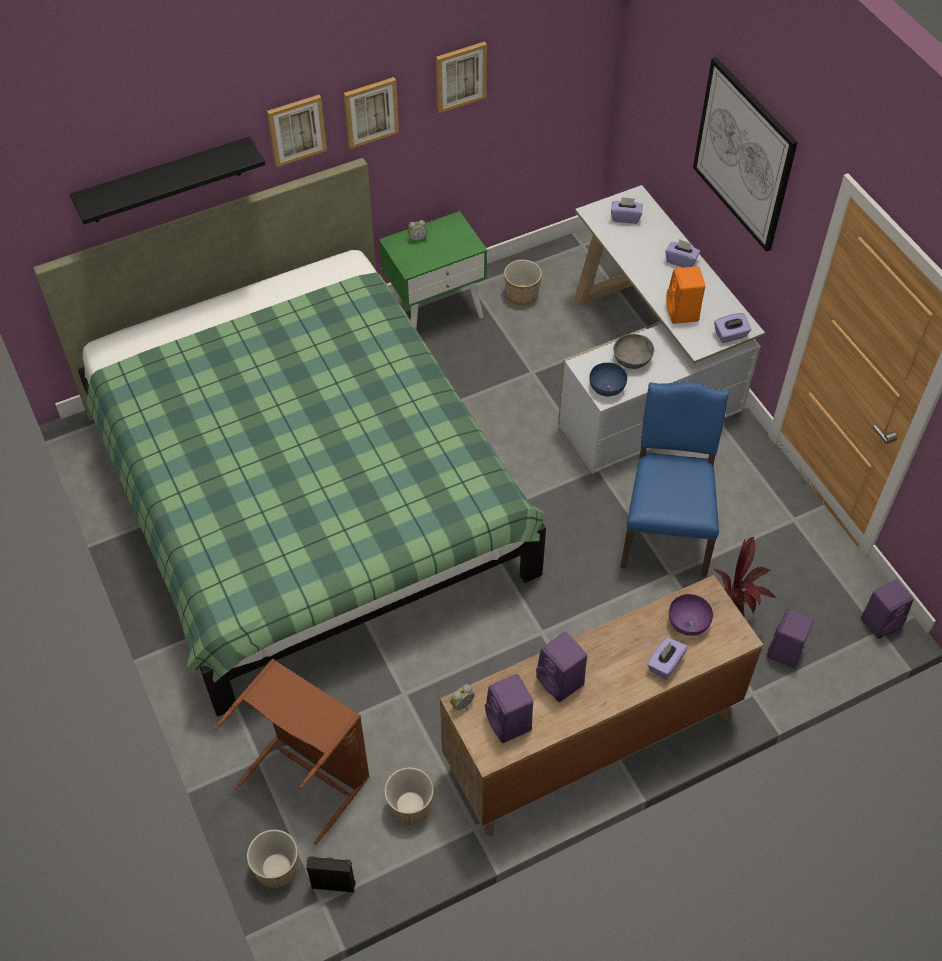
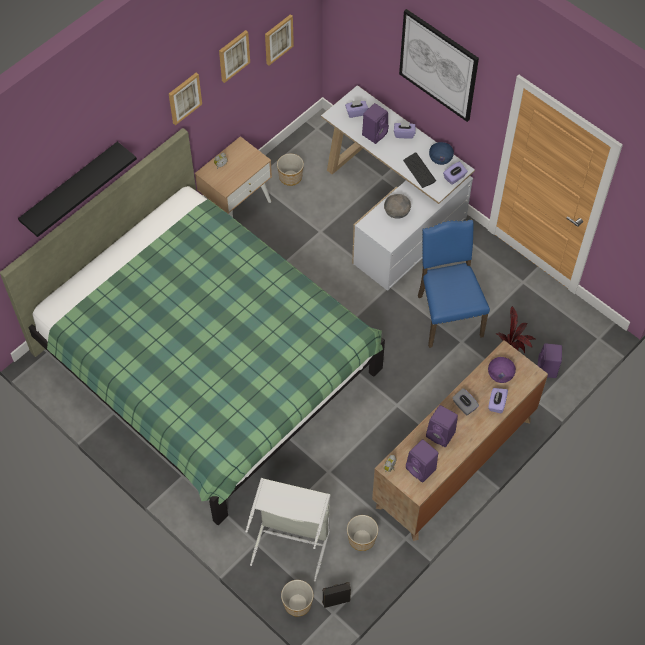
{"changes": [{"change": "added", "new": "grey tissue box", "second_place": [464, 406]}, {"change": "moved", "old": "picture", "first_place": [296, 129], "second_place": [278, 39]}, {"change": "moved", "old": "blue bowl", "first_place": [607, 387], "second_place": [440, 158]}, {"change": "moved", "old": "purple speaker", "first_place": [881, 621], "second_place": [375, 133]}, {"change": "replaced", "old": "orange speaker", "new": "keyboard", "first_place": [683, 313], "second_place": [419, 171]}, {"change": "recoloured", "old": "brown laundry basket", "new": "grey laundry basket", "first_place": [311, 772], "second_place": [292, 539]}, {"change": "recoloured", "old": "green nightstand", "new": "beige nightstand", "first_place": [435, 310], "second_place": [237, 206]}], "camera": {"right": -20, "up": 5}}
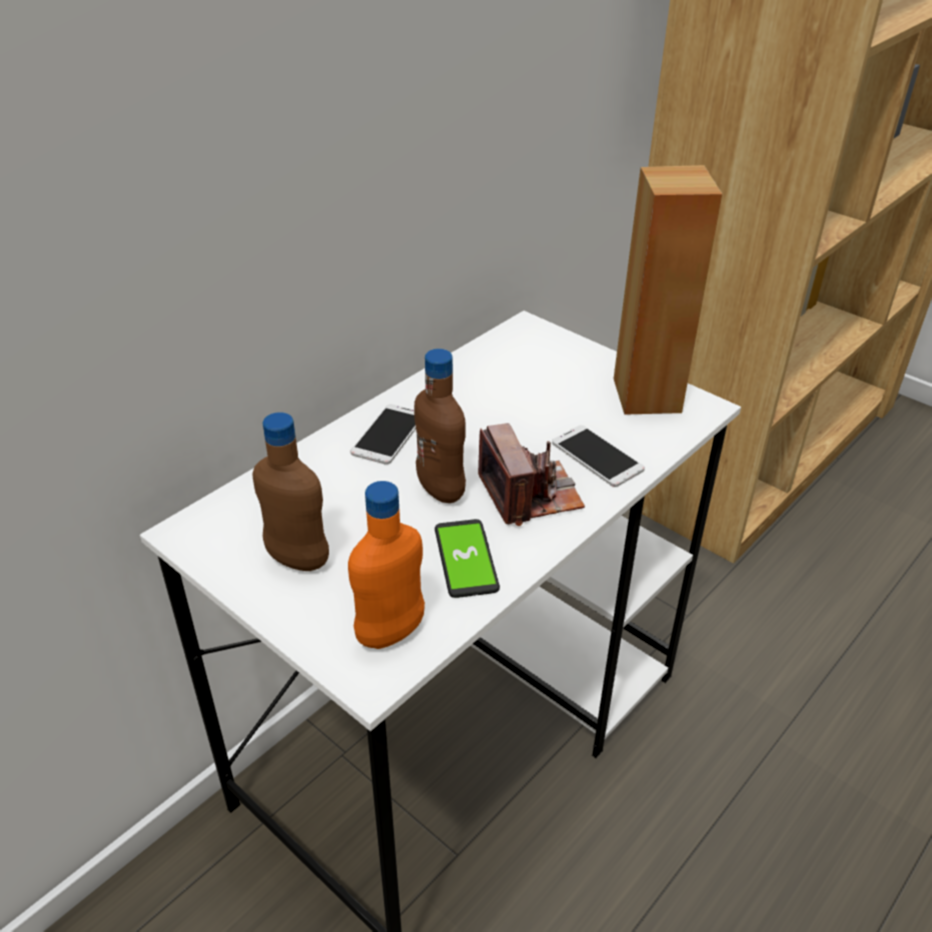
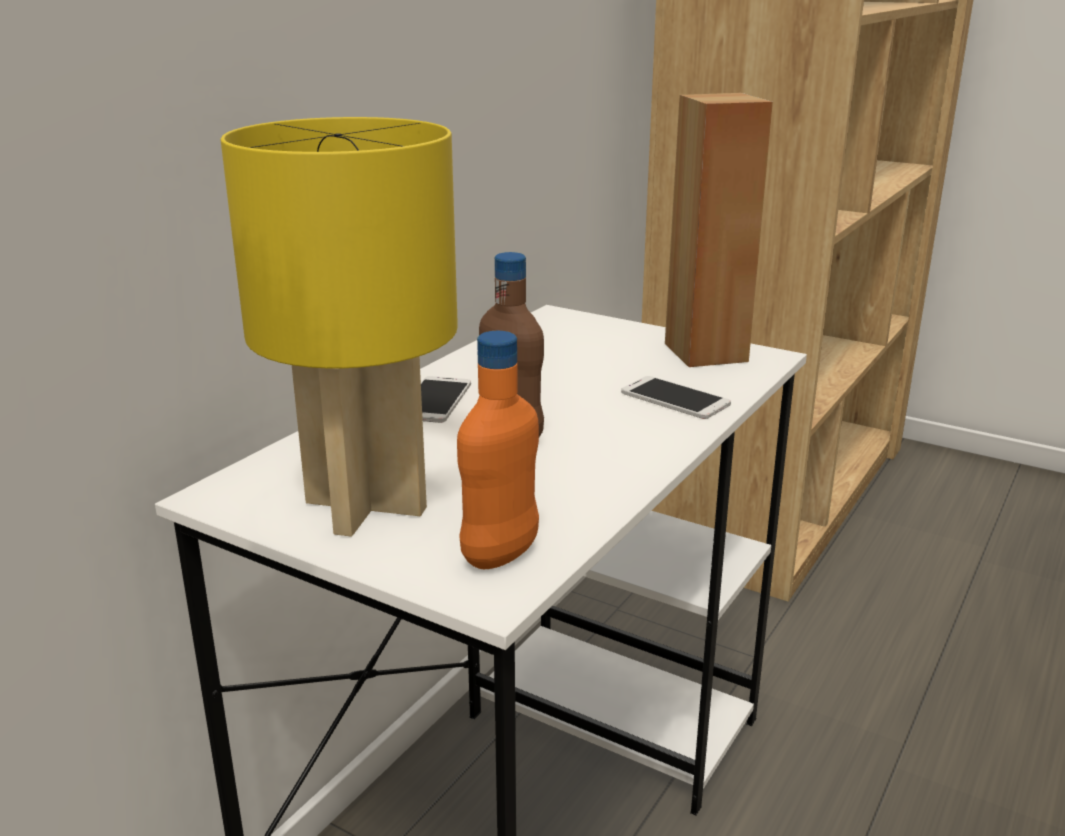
{"changes": [{"change": "removed", "old": "phone", "first_place": [466, 559]}, {"change": "removed", "old": "photo camera", "first_place": [530, 494]}, {"change": "replaced", "old": "brown bottle", "new": "yellow table lamp", "first_place": [297, 559], "second_place": [363, 505]}], "camera": {"right": -10, "up": -15}}
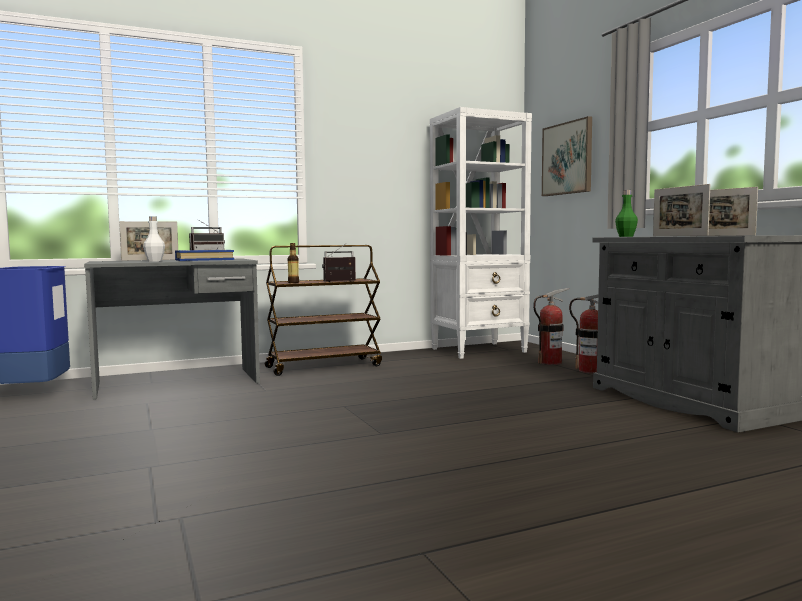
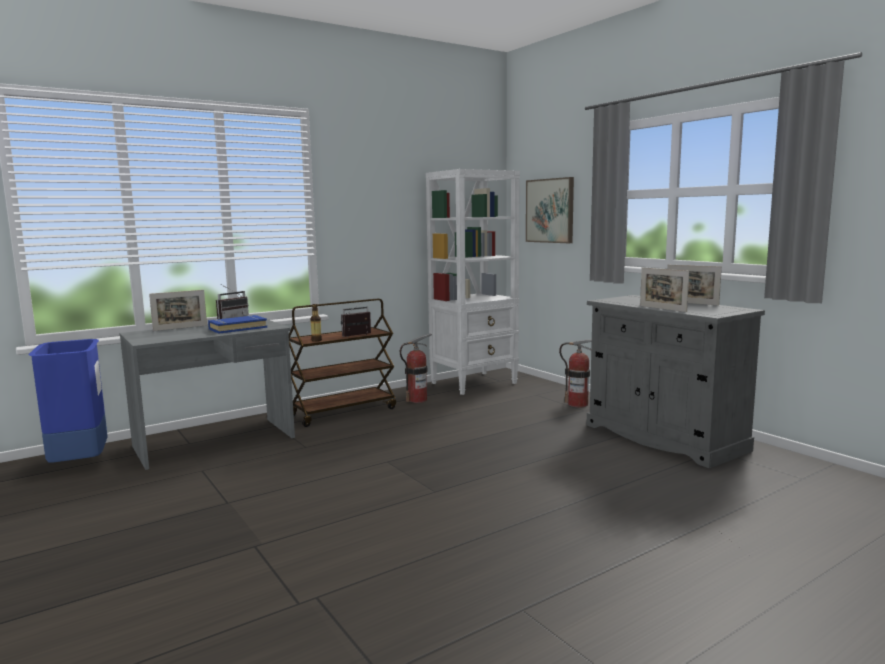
{"changes": [{"change": "removed", "old": "white bottle", "first_place": [154, 261]}, {"change": "removed", "old": "green bottle", "first_place": [626, 236]}, {"change": "moved", "old": "fire extinguisher", "first_place": [550, 362], "second_place": [417, 400]}], "camera": {"right": -10, "up": 5}}
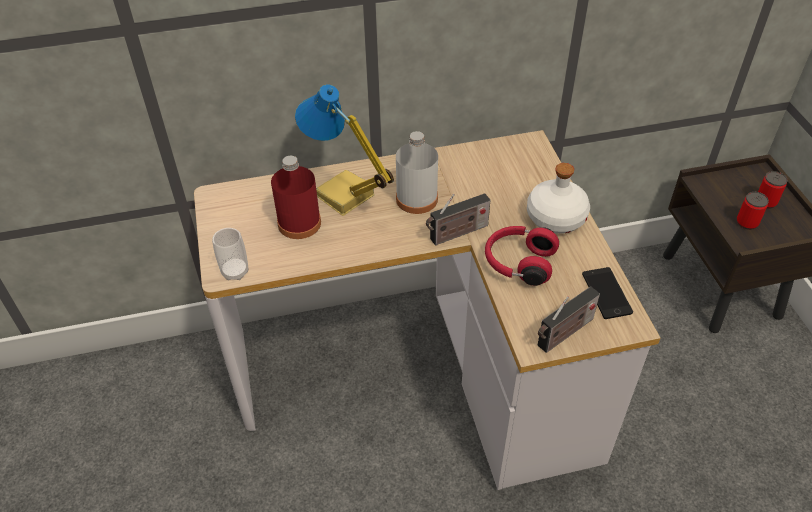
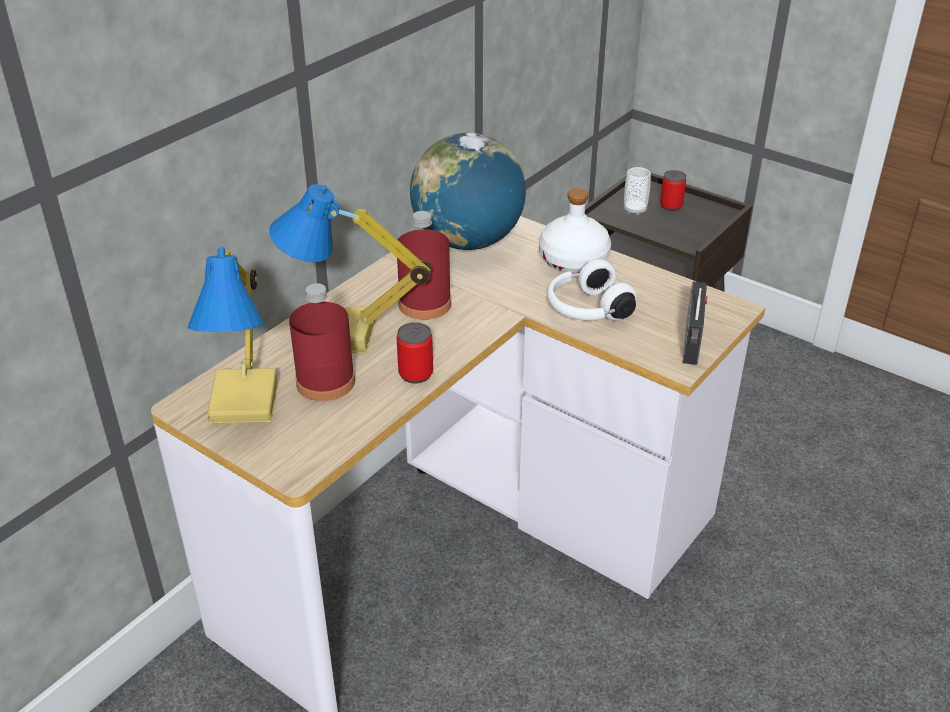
{"changes": [{"change": "removed", "old": "radio", "first_place": [456, 234]}, {"change": "removed", "old": "phone", "first_place": [606, 293]}, {"change": "added", "new": "table lamp", "second_place": [247, 401]}, {"change": "added", "new": "globe", "second_place": [468, 242]}, {"change": "moved", "old": "cup", "first_place": [235, 271], "second_place": [635, 210]}, {"change": "moved", "old": "can", "first_place": [747, 222], "second_place": [415, 374]}, {"change": "recoloured", "old": "white bottle", "new": "red bottle", "first_place": [416, 199], "second_place": [425, 304]}, {"change": "recoloured", "old": "red headphones", "new": "white headphones", "first_place": [518, 263], "second_place": [586, 310]}], "camera": {"right": -40, "up": -10}}
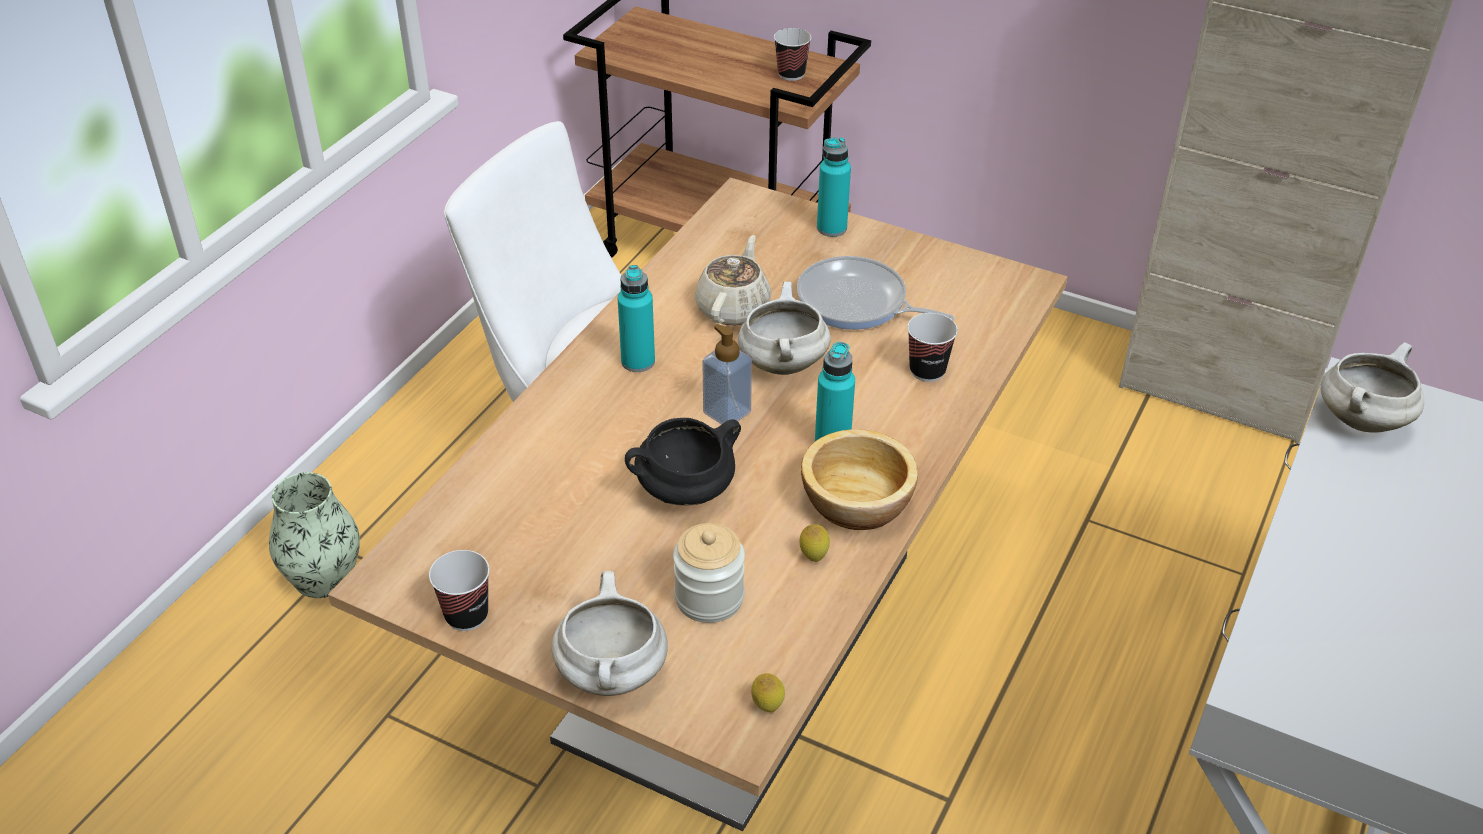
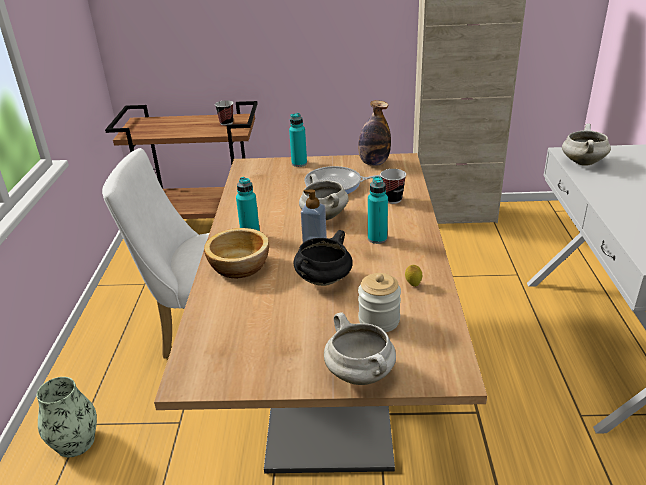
{"changes": [{"change": "removed", "old": "cup", "first_place": [466, 615]}, {"change": "removed", "old": "beige teapot", "first_place": [734, 308]}, {"change": "removed", "old": "lemon", "first_place": [767, 707]}, {"change": "added", "new": "bottle", "second_place": [374, 163]}, {"change": "moved", "old": "bowl", "first_place": [859, 503], "second_place": [240, 266]}], "camera": {"right": -25, "up": -10}}
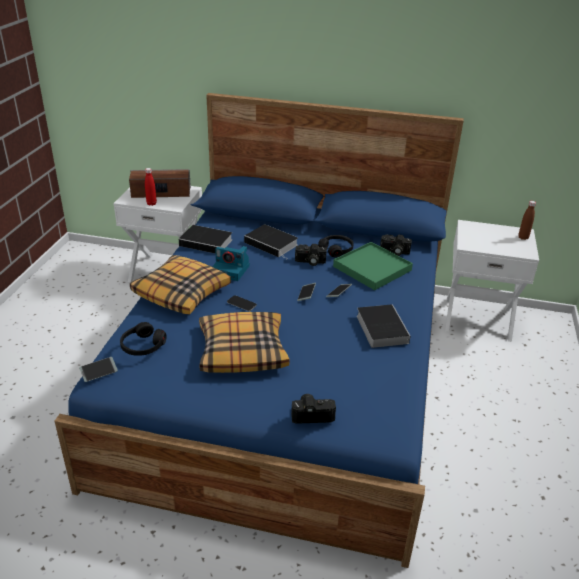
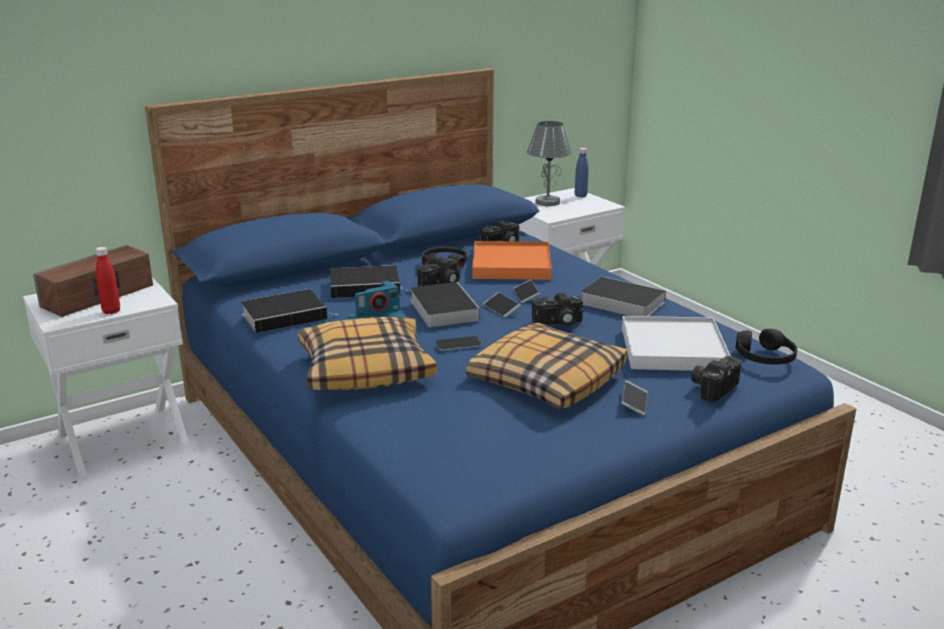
{"changes": [{"change": "added", "new": "book", "second_place": [442, 309]}, {"change": "added", "new": "grey table lamp", "second_place": [548, 202]}, {"change": "added", "new": "photo camera", "second_place": [558, 323]}, {"change": "added", "new": "white tray", "second_place": [673, 349]}, {"change": "moved", "old": "phone", "first_place": [99, 372], "second_place": [634, 402]}, {"change": "moved", "old": "black headphones", "first_place": [142, 346], "second_place": [765, 357]}, {"change": "recoloured", "old": "green tray", "new": "orange tray", "first_place": [372, 268], "second_place": [511, 265]}, {"change": "recoloured", "old": "brown bottle", "new": "blue bottle", "first_place": [523, 237], "second_place": [580, 196]}], "camera": {"right": -45, "up": -10}}
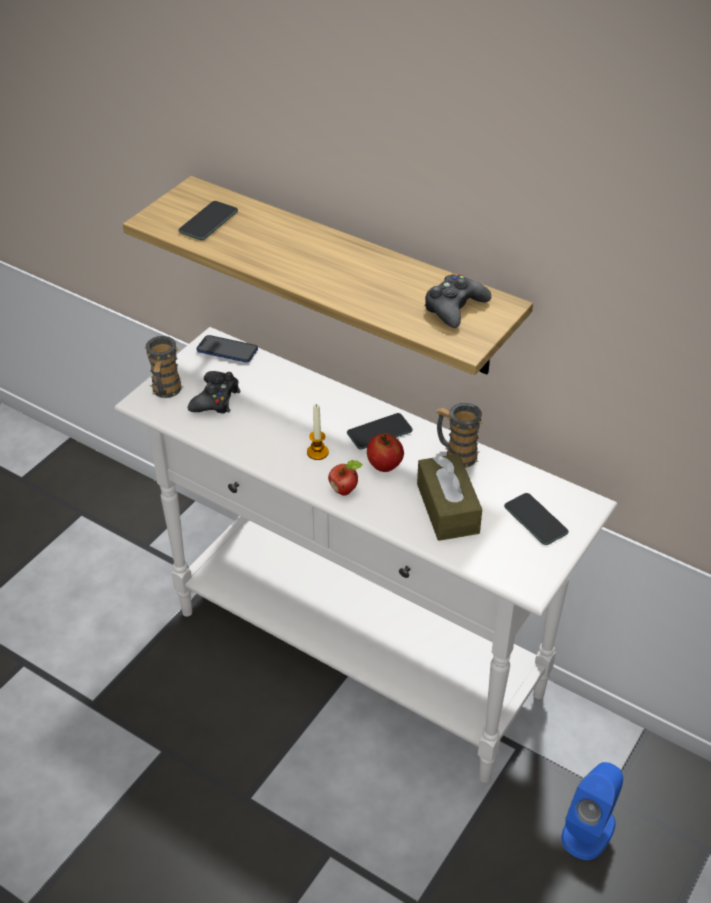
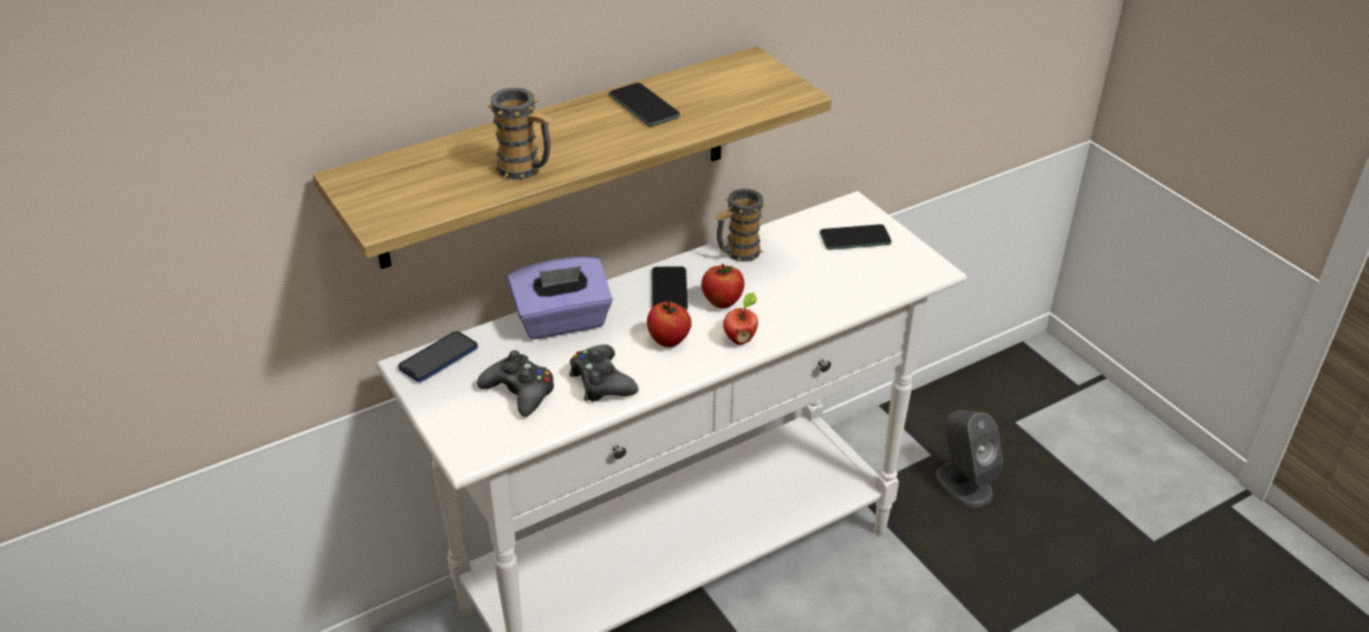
{"changes": [{"change": "removed", "old": "brown tissue box", "first_place": [447, 508]}, {"change": "added", "new": "purple tissue box", "second_place": [562, 321]}, {"change": "moved", "old": "mug", "first_place": [166, 392], "second_place": [525, 170]}, {"change": "moved", "old": "phone", "first_place": [208, 221], "second_place": [644, 106]}, {"change": "moved", "old": "black game controller", "first_place": [454, 308], "second_place": [601, 382]}, {"change": "replaced", "old": "candle", "new": "apple", "first_place": [317, 452], "second_place": [669, 341]}, {"change": "recoloured", "old": "blue speaker", "new": "grey speaker", "first_place": [588, 829], "second_place": [963, 483]}], "camera": {"right": -65, "up": -5}}
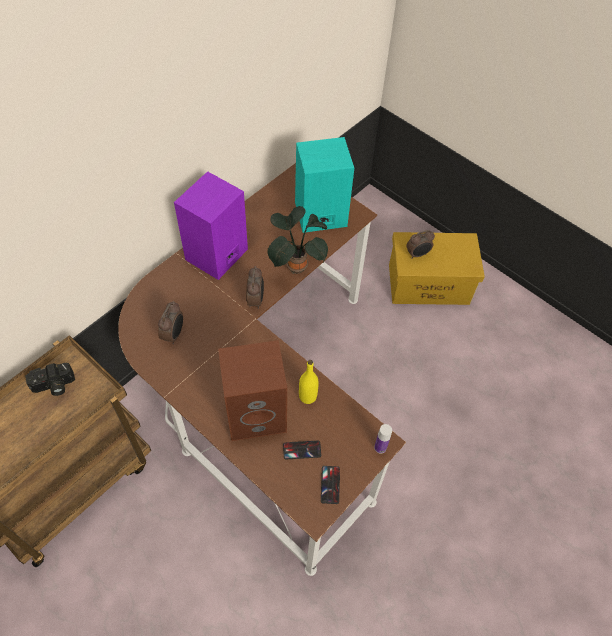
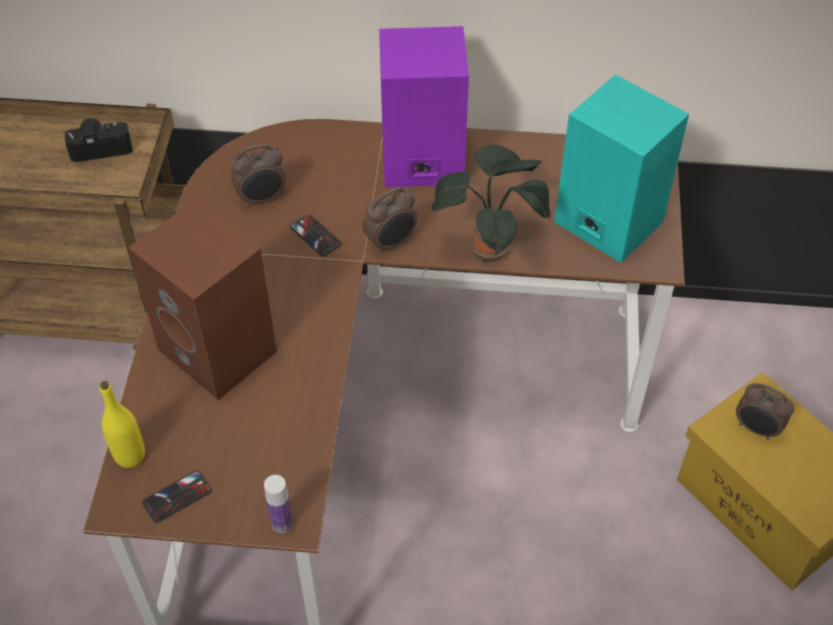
{"changes": [{"change": "moved", "old": "phone", "first_place": [302, 450], "second_place": [316, 235]}, {"change": "moved", "old": "yellow bottle", "first_place": [307, 396], "second_place": [130, 455]}, {"change": "turned", "old": "photo camera", "first_place": [53, 386], "second_place": [101, 146], "degrees": 135}], "camera": {"right": 55, "up": -5}}
